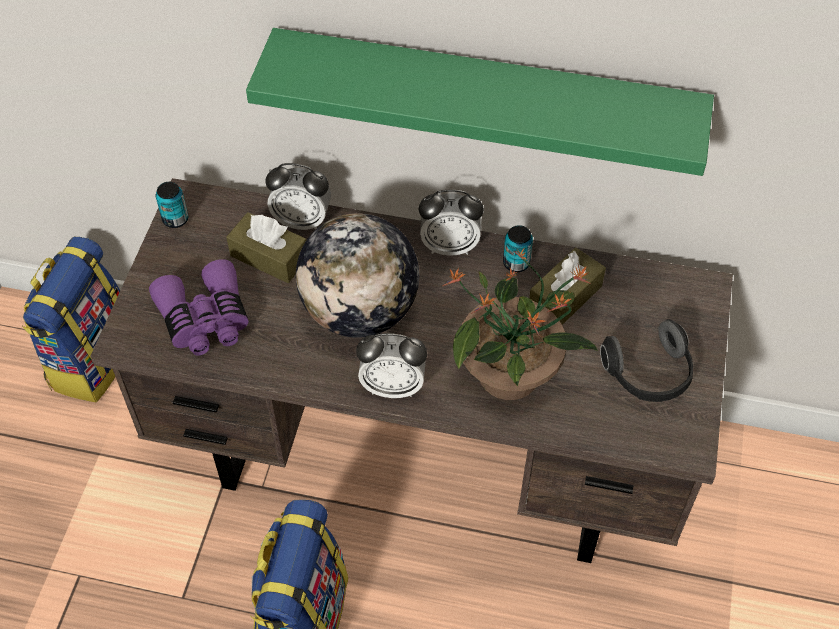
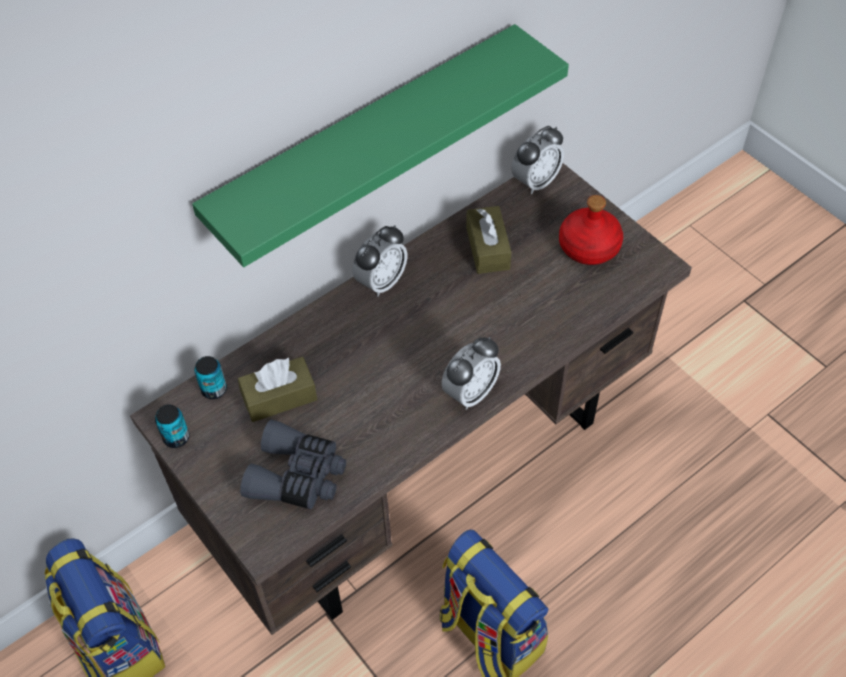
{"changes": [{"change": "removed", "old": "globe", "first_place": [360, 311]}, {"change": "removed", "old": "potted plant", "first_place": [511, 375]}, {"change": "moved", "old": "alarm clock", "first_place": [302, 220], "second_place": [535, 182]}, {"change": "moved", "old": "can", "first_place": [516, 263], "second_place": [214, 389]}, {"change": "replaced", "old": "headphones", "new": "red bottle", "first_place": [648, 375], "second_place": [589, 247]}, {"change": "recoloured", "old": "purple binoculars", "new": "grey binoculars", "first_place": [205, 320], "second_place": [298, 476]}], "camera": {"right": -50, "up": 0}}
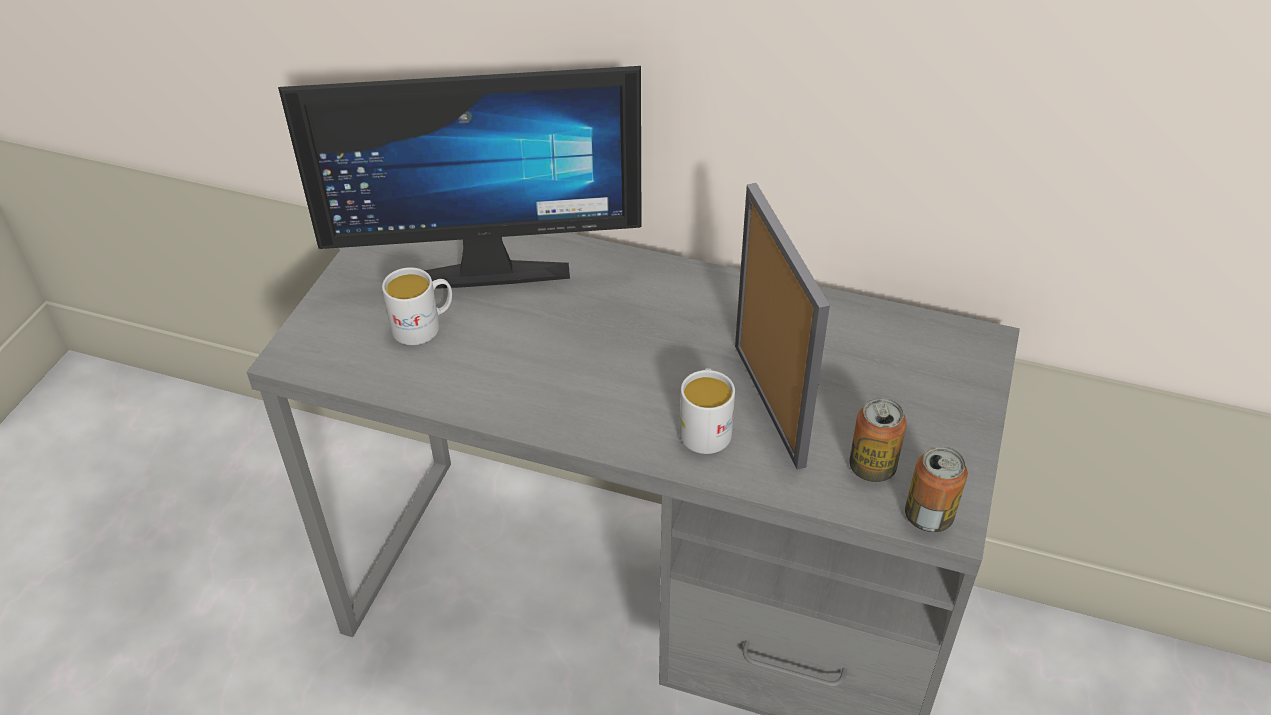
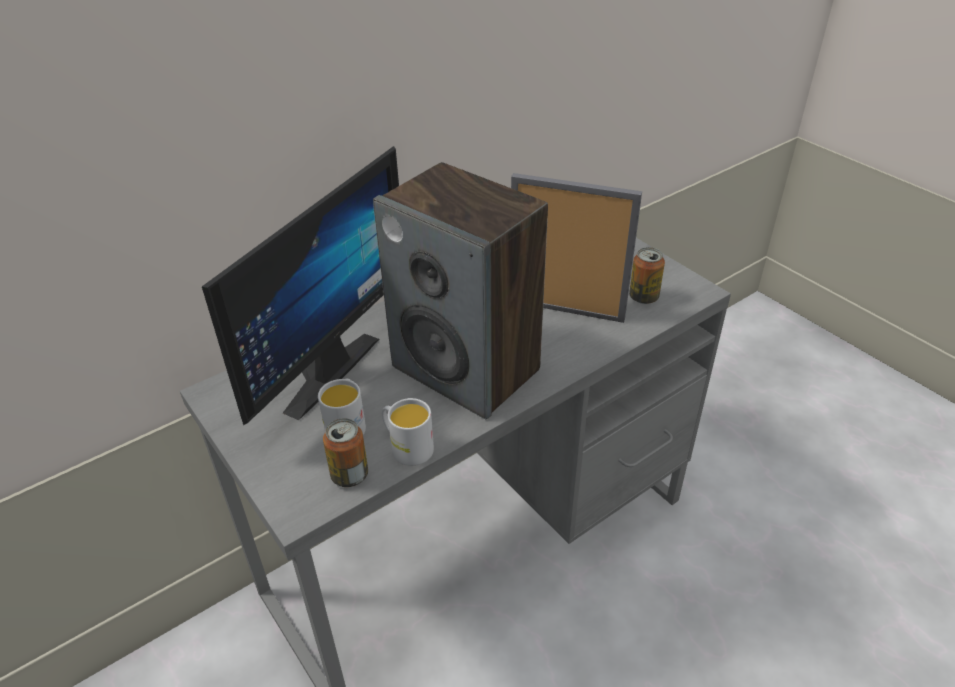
{"changes": [{"change": "added", "new": "speaker", "second_place": [467, 368]}, {"change": "moved", "old": "white mug", "first_place": [705, 427], "second_place": [407, 447]}, {"change": "moved", "old": "can", "first_place": [928, 516], "second_place": [349, 475]}], "camera": {"right": -55, "up": -5}}
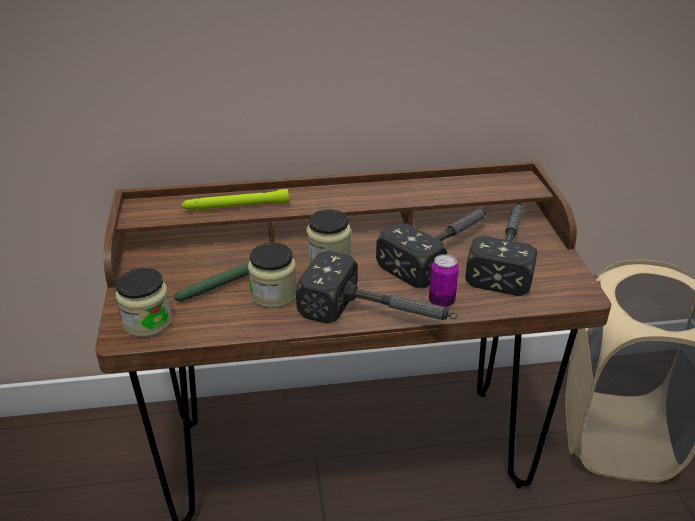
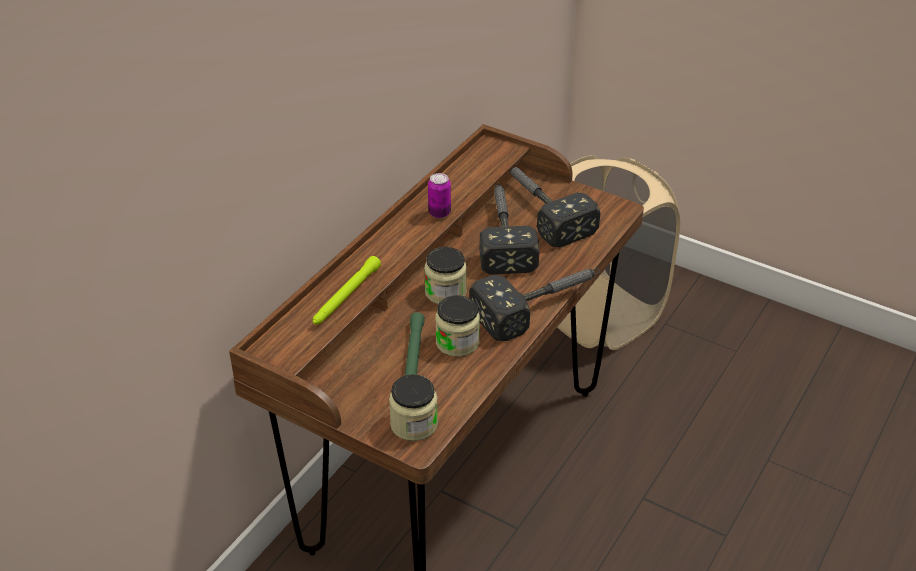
{"changes": [{"change": "moved", "old": "can", "first_place": [441, 301], "second_place": [439, 213]}], "camera": {"right": -50, "up": 5}}
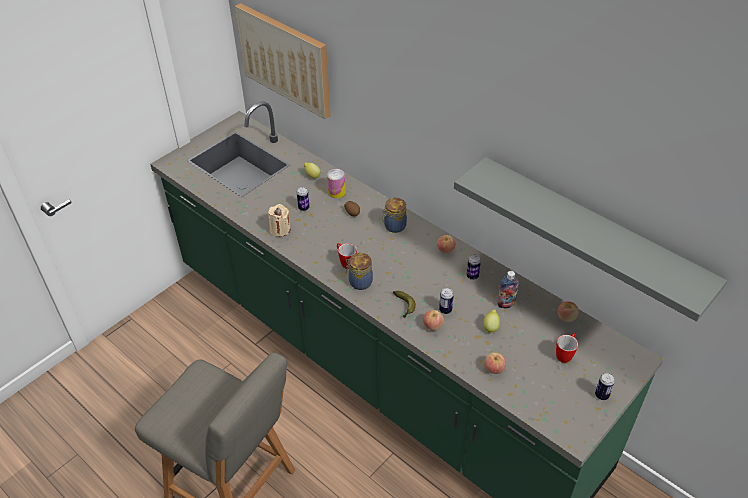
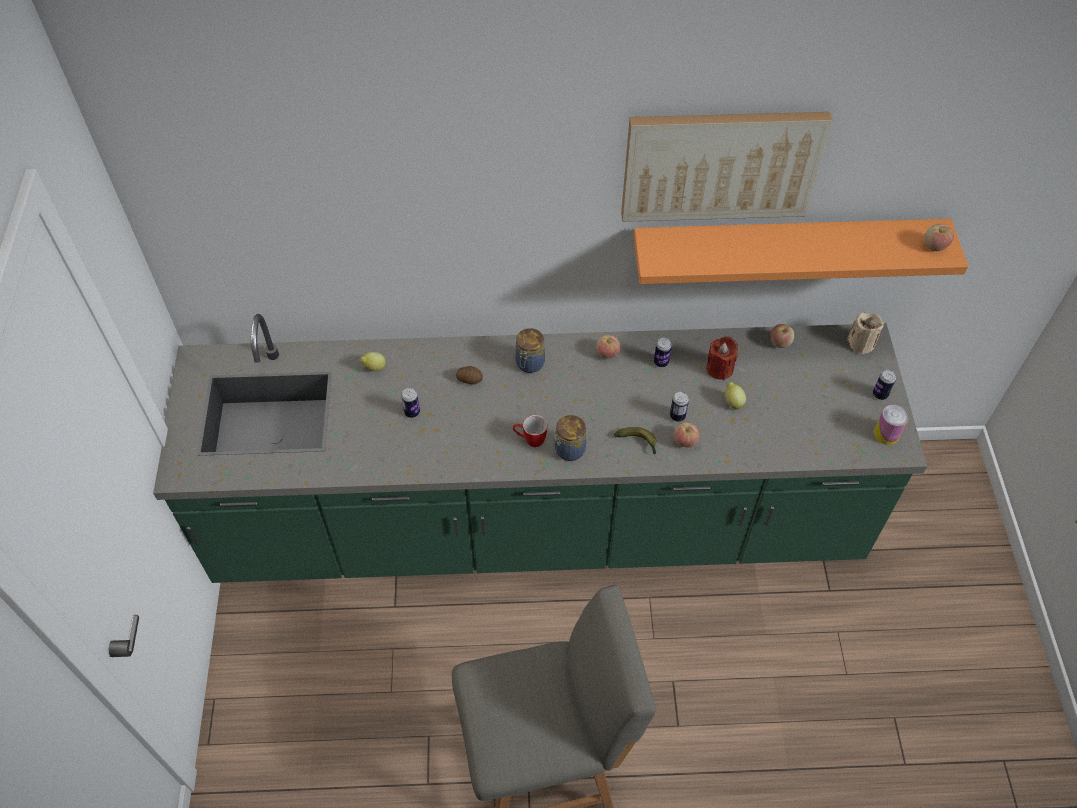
{"changes": [{"change": "removed", "old": "mug", "first_place": [565, 354]}, {"change": "moved", "old": "picture", "first_place": [285, 59], "second_place": [720, 164]}, {"change": "moved", "old": "beige candle", "first_place": [280, 230], "second_place": [861, 343]}, {"change": "moved", "old": "can", "first_place": [337, 192], "second_place": [886, 434]}, {"change": "moved", "old": "apple", "first_place": [494, 369], "second_place": [934, 246]}, {"change": "replaced", "old": "bottle", "new": "red candle", "first_place": [506, 304], "second_place": [719, 368]}, {"change": "recoloured", "old": "grey shelf", "new": "orange shelf", "first_place": [590, 234], "second_place": [786, 247]}], "camera": {"right": -45, "up": 10}}
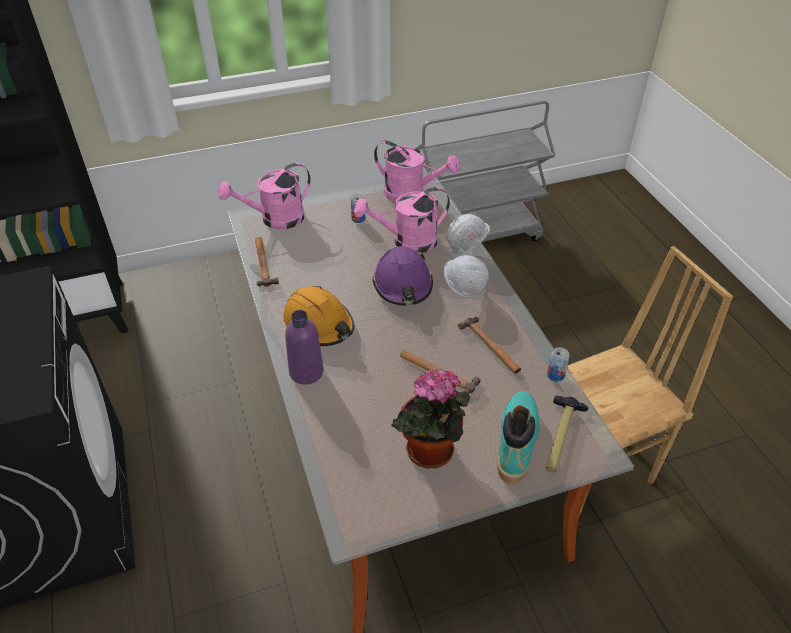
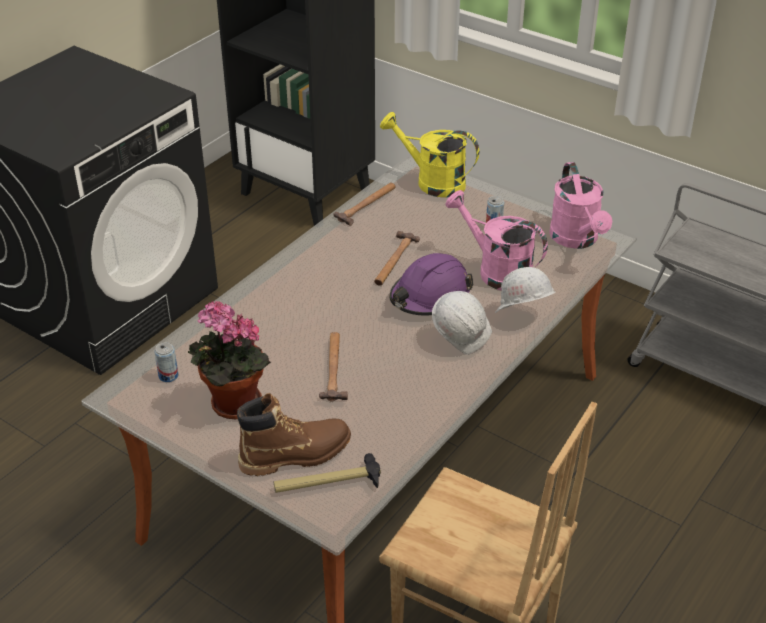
{"changes": [{"change": "removed", "old": "orange hard hat", "first_place": [319, 325]}, {"change": "removed", "old": "purple bottle", "first_place": [306, 372]}, {"change": "moved", "old": "hammer", "first_place": [490, 347], "second_place": [393, 260]}, {"change": "moved", "old": "can", "first_place": [555, 375], "second_place": [168, 376]}, {"change": "recoloured", "old": "pink watering can", "new": "yellow watering can", "first_place": [275, 220], "second_place": [432, 182]}, {"change": "recoloured", "old": "turquoise boot", "new": "brown boot", "first_place": [516, 441], "second_place": [295, 454]}], "camera": {"right": 55, "up": -5}}
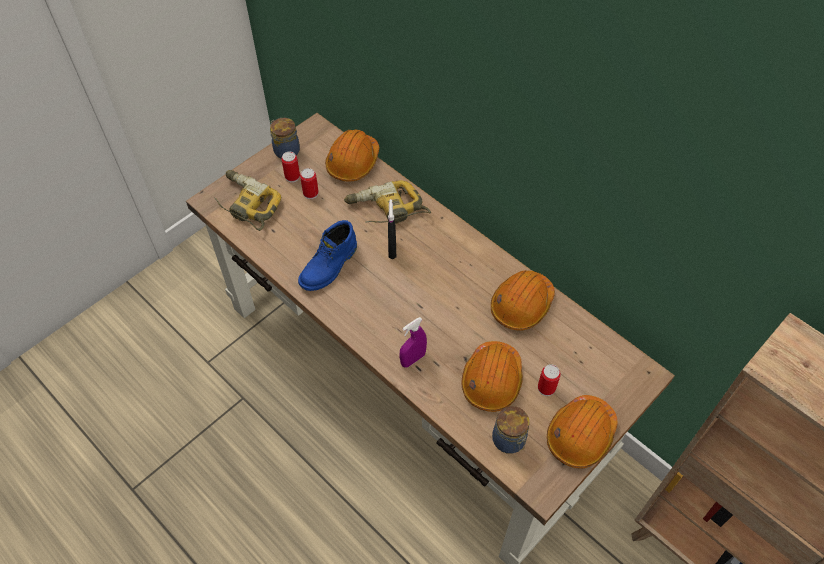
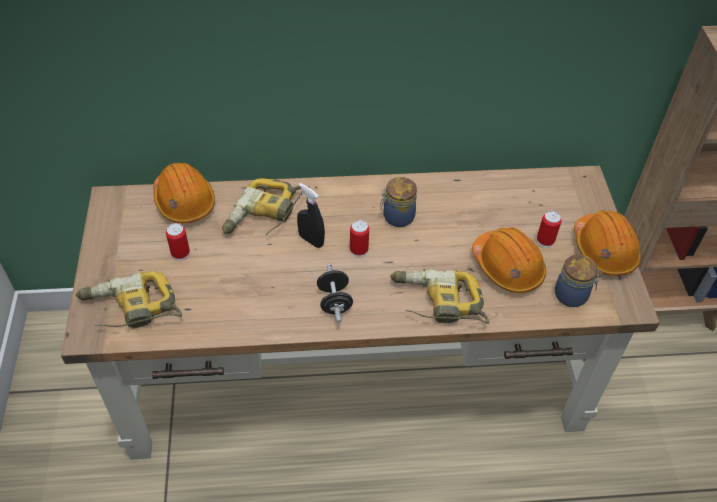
{"changes": [{"change": "removed", "old": "blue boot", "first_place": [330, 267]}, {"change": "removed", "old": "orange hard hat", "first_place": [521, 305]}, {"change": "added", "new": "black dumbbell", "second_place": [334, 301]}, {"change": "moved", "old": "jar", "first_place": [286, 151], "second_place": [397, 217]}, {"change": "moved", "old": "can", "first_place": [292, 177], "second_place": [359, 250]}, {"change": "replaced", "old": "purple spray bottle", "new": "power drill", "first_place": [413, 359], "second_place": [437, 303]}], "camera": {"right": -50, "up": -5}}
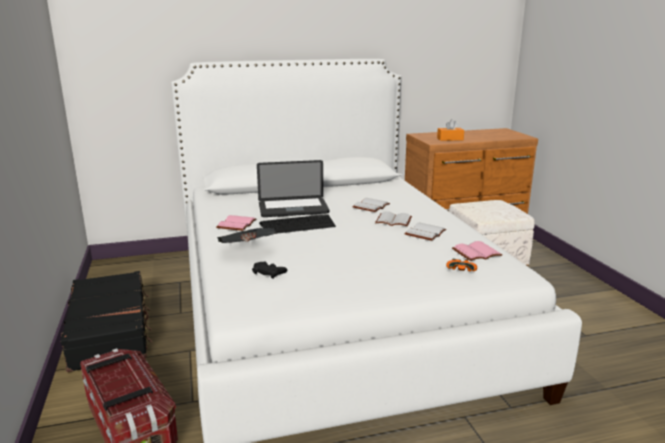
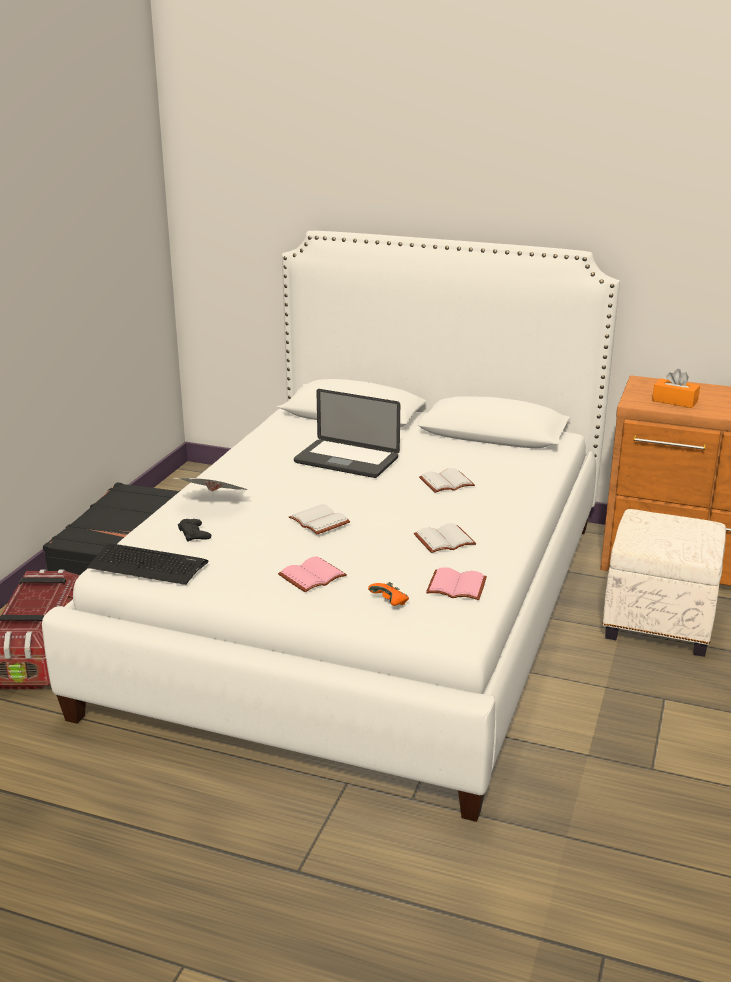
{"changes": [{"change": "moved", "old": "pink book", "first_place": [236, 224], "second_place": [312, 575]}, {"change": "moved", "old": "keyboard", "first_place": [298, 225], "second_place": [147, 565]}, {"change": "moved", "old": "white book", "first_place": [394, 220], "second_place": [321, 521]}], "camera": {"right": 35, "up": 5}}
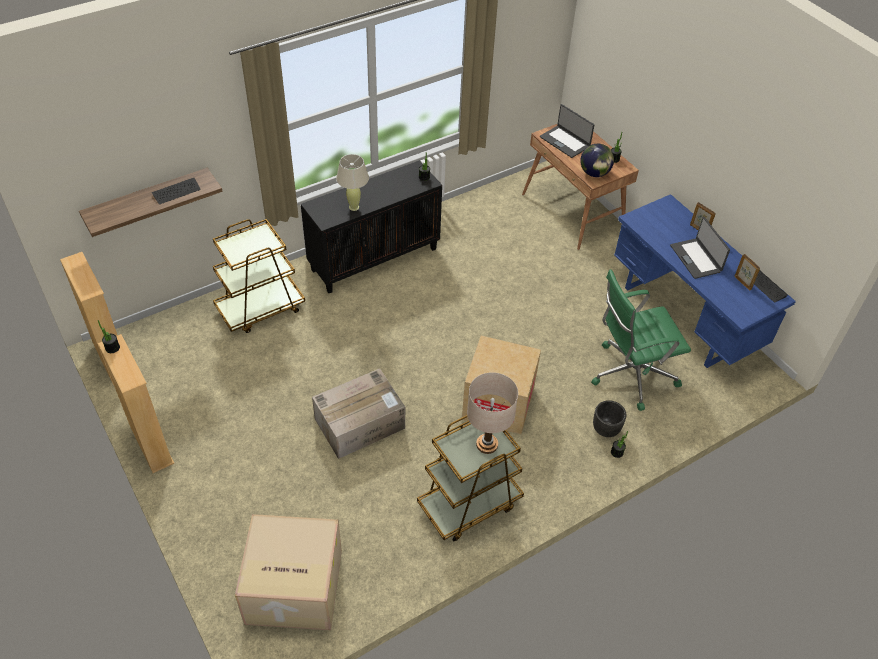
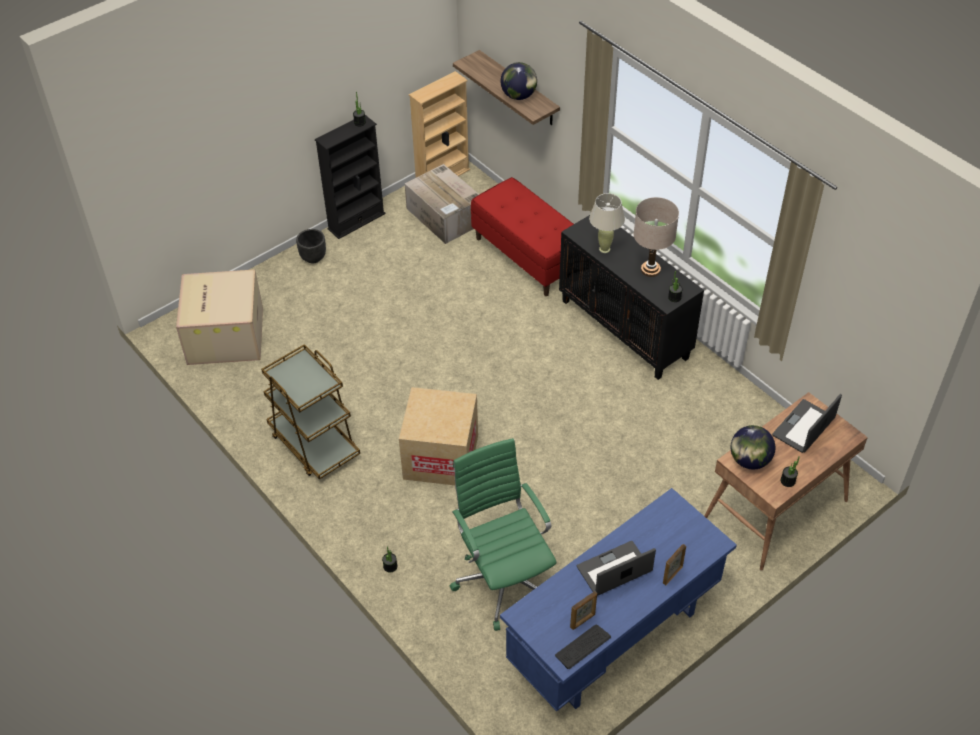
{"changes": [{"change": "moved", "old": "cardboard box", "first_place": [360, 423], "second_place": [446, 216]}, {"change": "moved", "old": "beige table lamp", "first_place": [487, 444], "second_place": [650, 270]}, {"change": "moved", "old": "black planter", "first_place": [605, 430], "second_place": [313, 258]}, {"change": "replaced", "old": "keyboard", "new": "globe", "first_place": [176, 192], "second_place": [519, 96]}, {"change": "replaced", "old": "brown cart", "new": "red bench", "first_place": [261, 308], "second_place": [528, 256]}, {"change": "recoloured", "old": "beige bookcase", "new": "black bookcase", "first_place": [151, 444], "second_place": [356, 221]}], "camera": {"right": 85, "up": 0}}
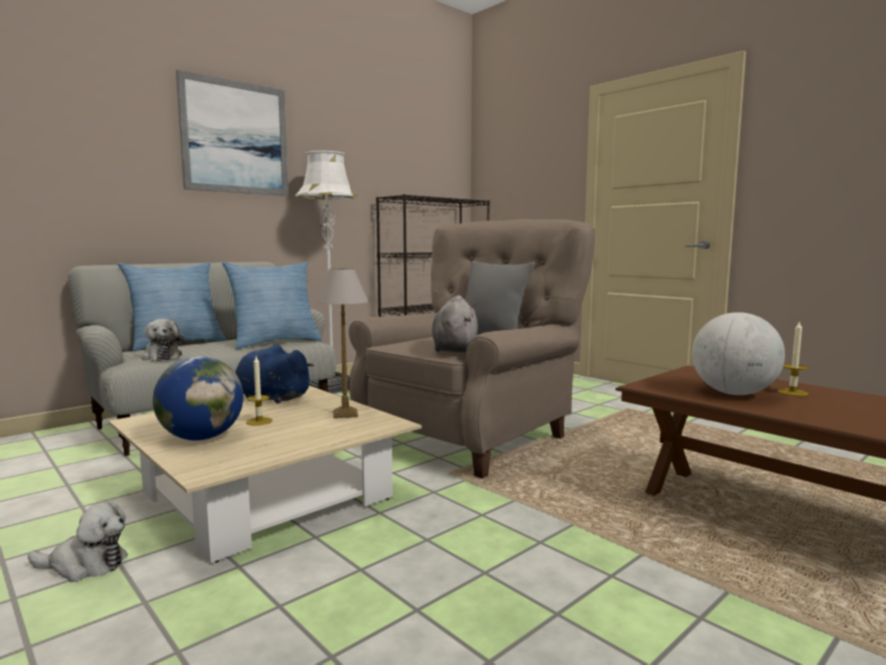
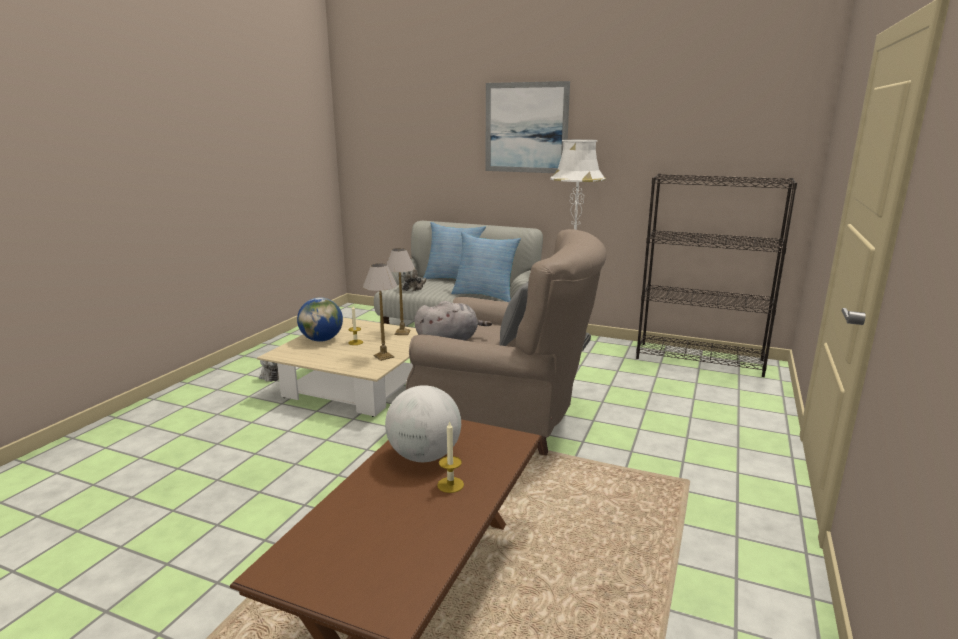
{"changes": [{"change": "replaced", "old": "blue plush toy", "new": "table lamp", "first_place": [270, 398], "second_place": [402, 332]}], "camera": {"right": 65, "up": 10}}
